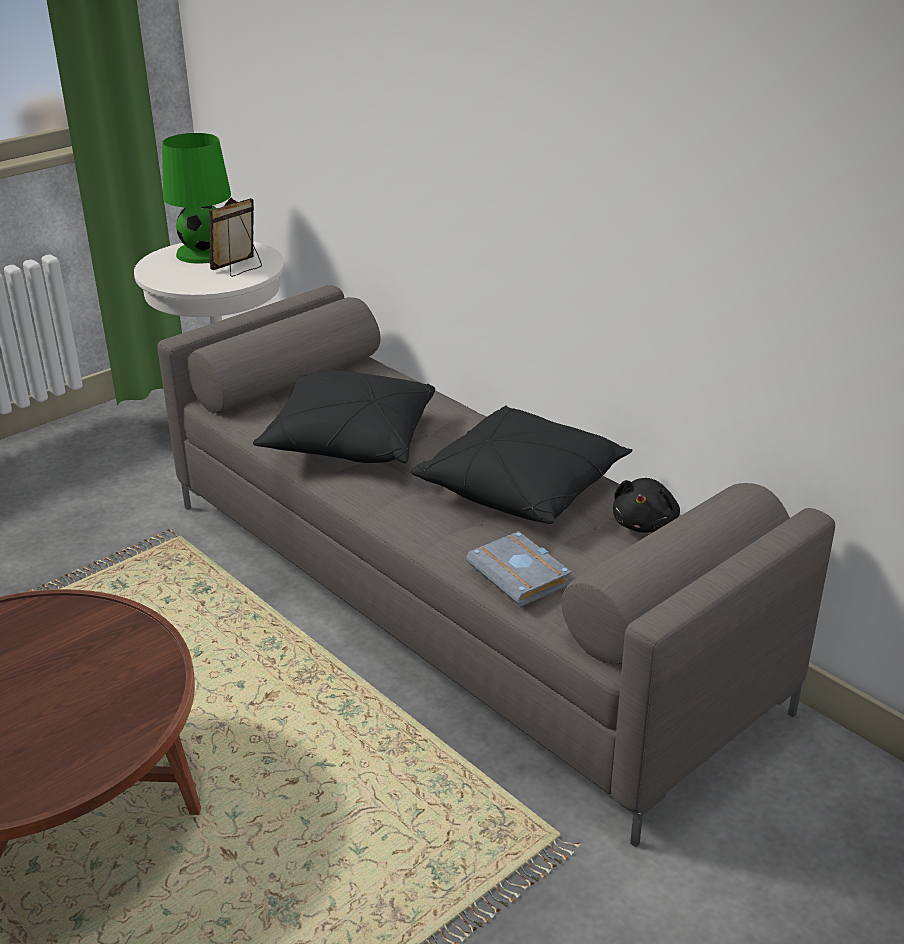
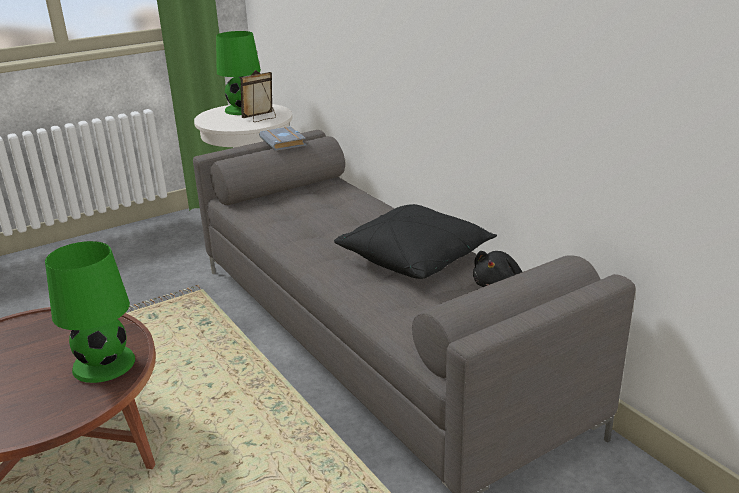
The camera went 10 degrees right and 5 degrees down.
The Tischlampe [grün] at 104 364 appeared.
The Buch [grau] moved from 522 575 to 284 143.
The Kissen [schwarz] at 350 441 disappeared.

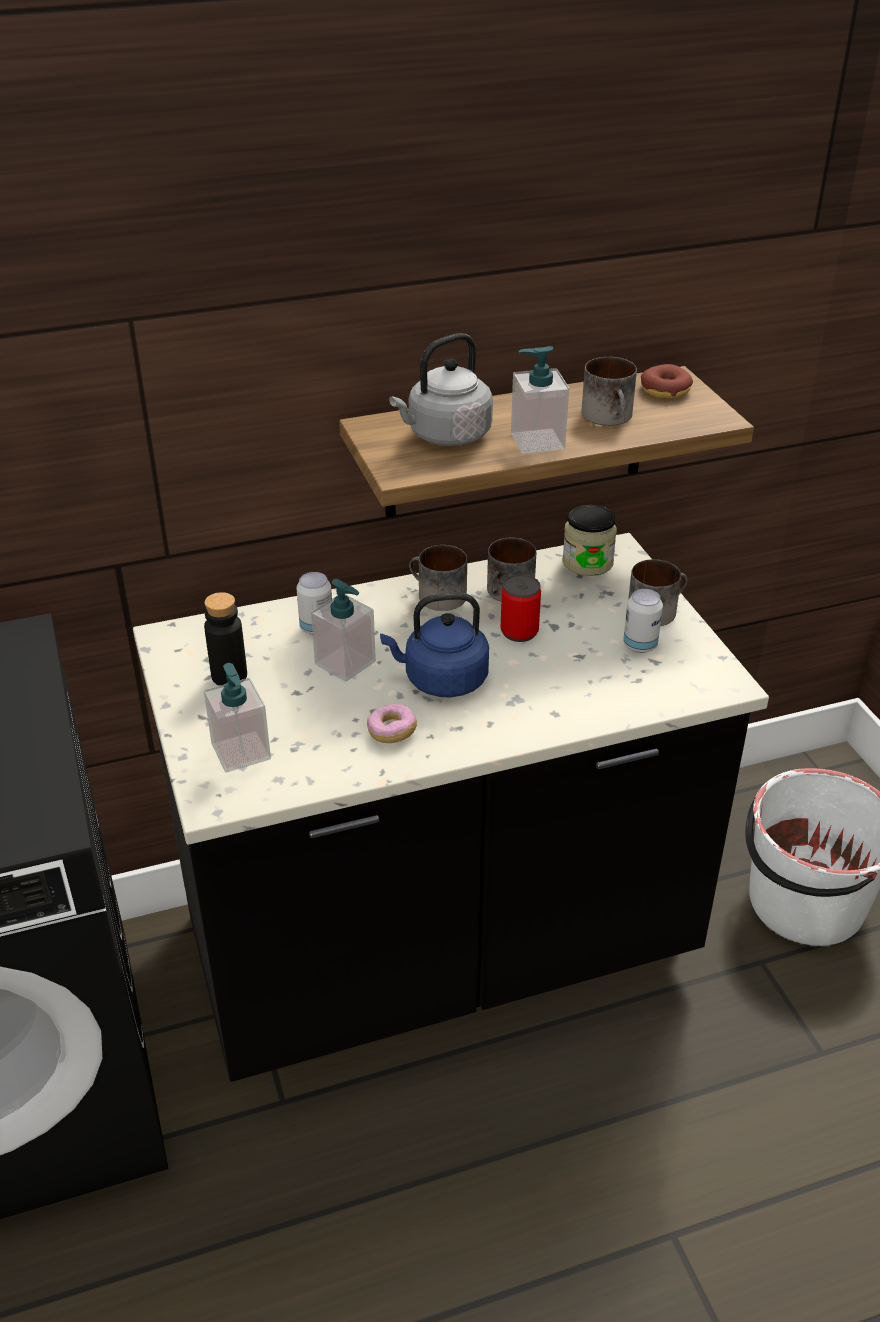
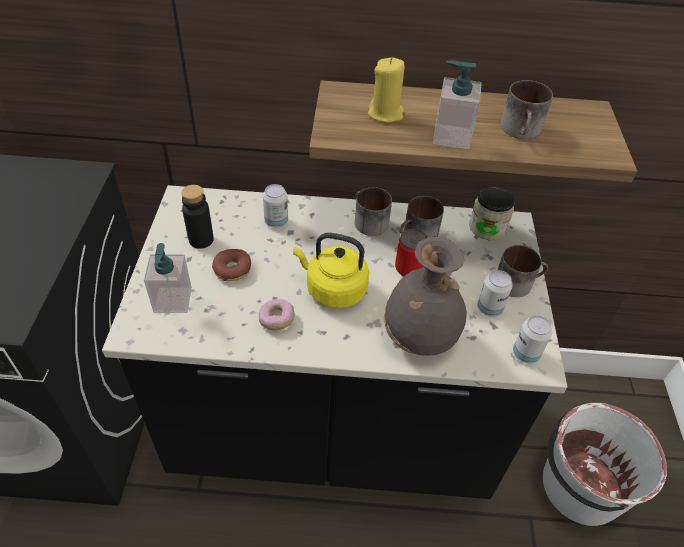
The camera went 20 degrees right and 10 degrees up.
The Donut moved from 665 390 to 232 269.
The Wasserkessel [blau] at 441 680 became the Wasserkessel [gelb] at 333 290.
The Wasserkessel [grau] at 445 436 was replaced by the Kerze [gelb] at 385 113.
The Vase [grau] at 420 338 appeared.
The Dose at 525 354 appeared.
The Seifenspender at 345 663 disappeared.

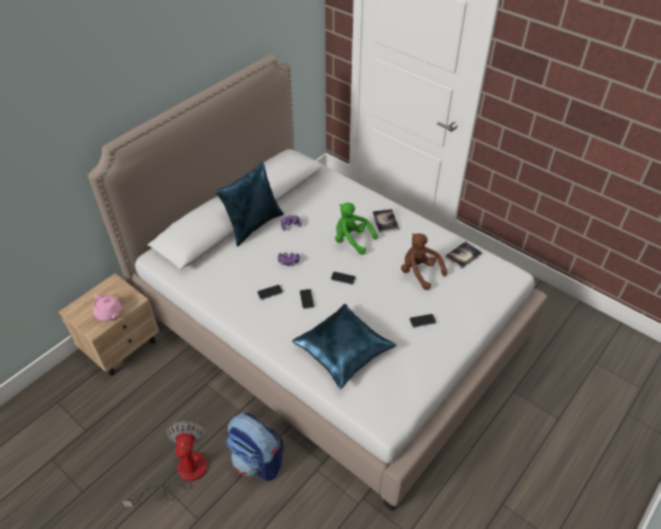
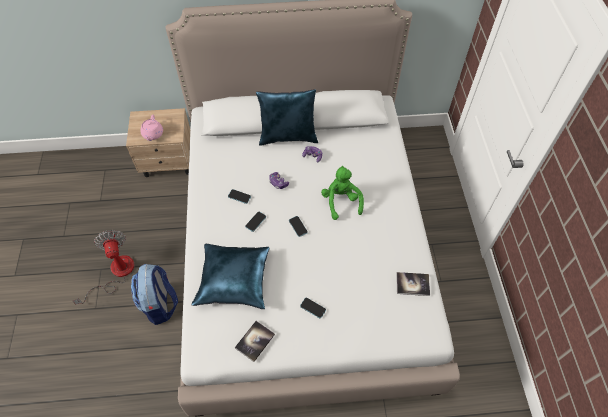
The camera went 45 degrees right and 10 degrees up.
The Ventilator at 182 474 turned 60 degrees counterclockwise.
The Buch moved from 385 221 to 255 341.
The Plüschtier [braun] at 419 272 disappeared.

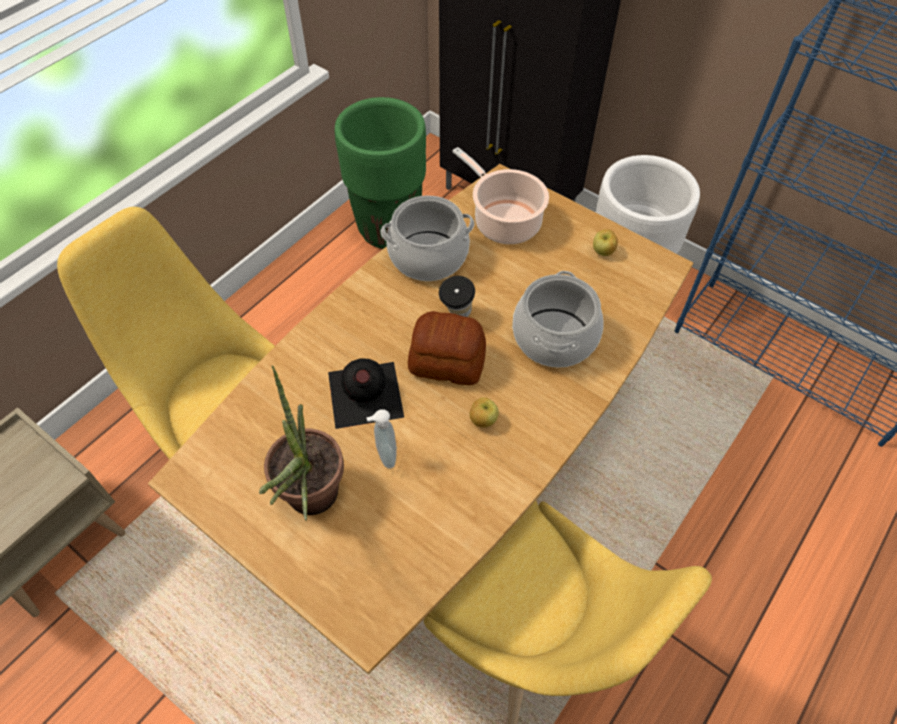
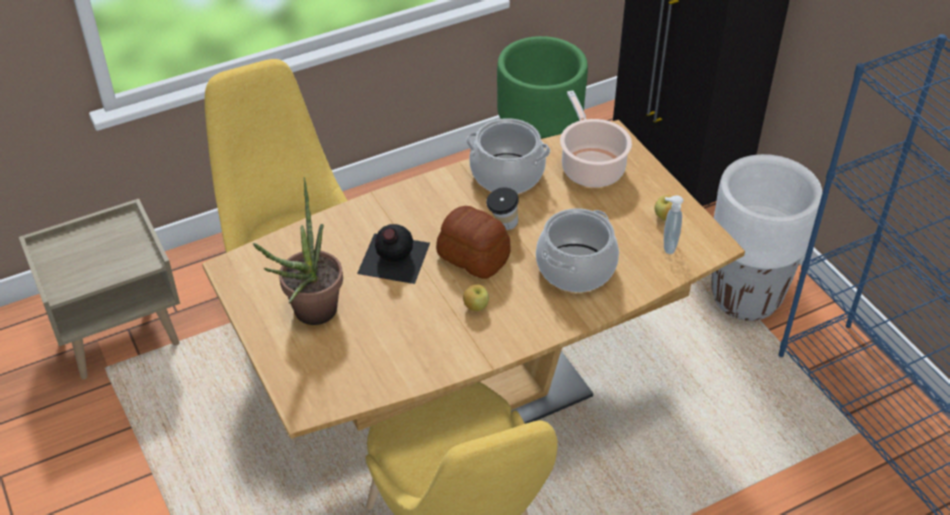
The camera went 25 degrees right and 10 degrees down.
The Seifenspender moved from 385 455 to 667 246.

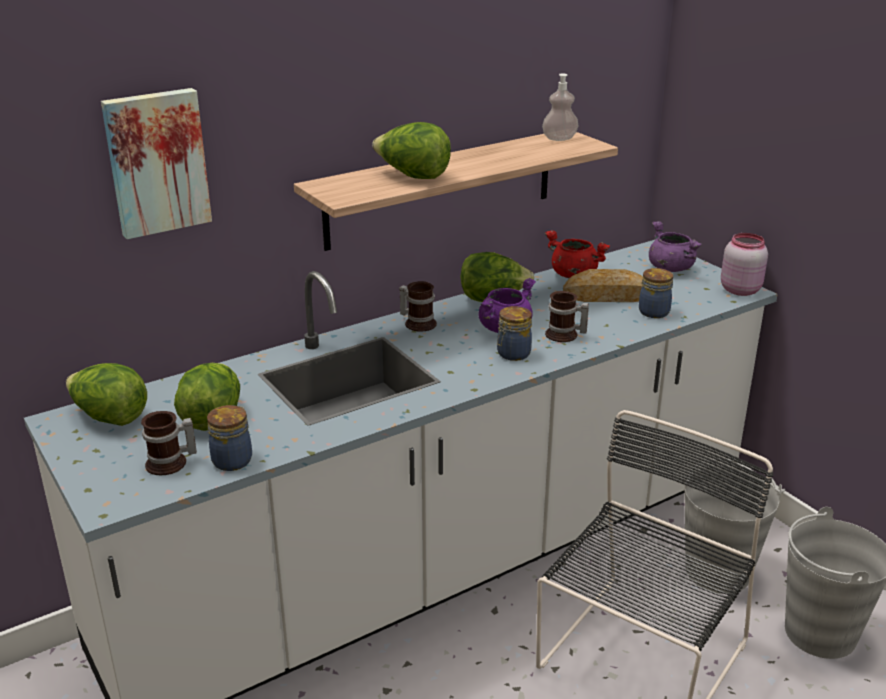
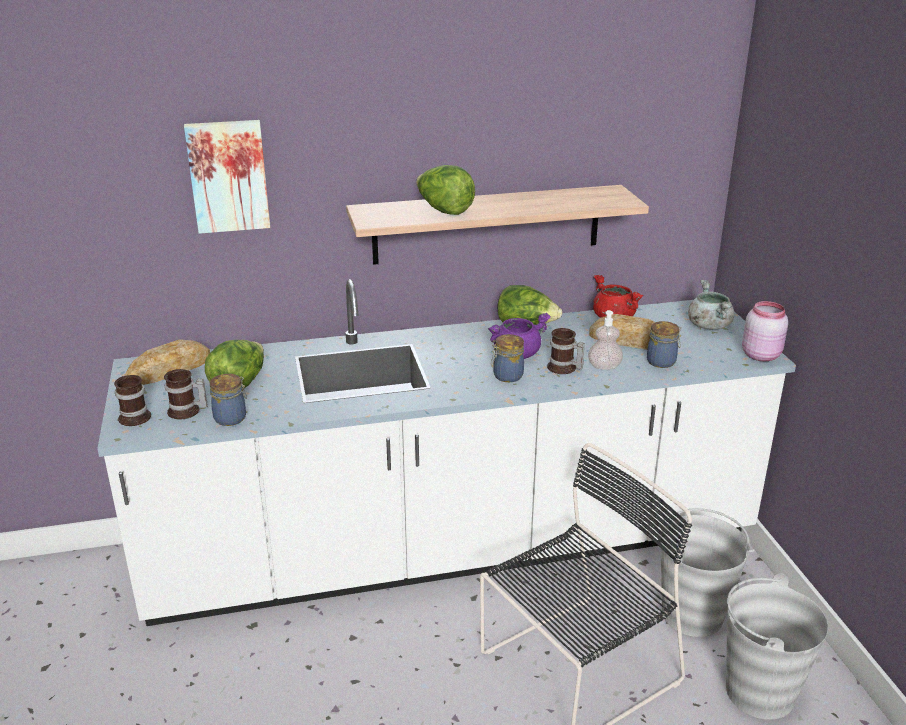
The camera went 20 degrees right and 0 degrees up.
The Henkelbecher moved from 418 323 to 135 415.
The Salatkopf at 110 417 was replaced by the Brot at 169 370.
The Seifenspender moved from 559 139 to 604 366.
The Kochtopf [lila] at 670 268 became the Kochtopf [grau] at 708 325.

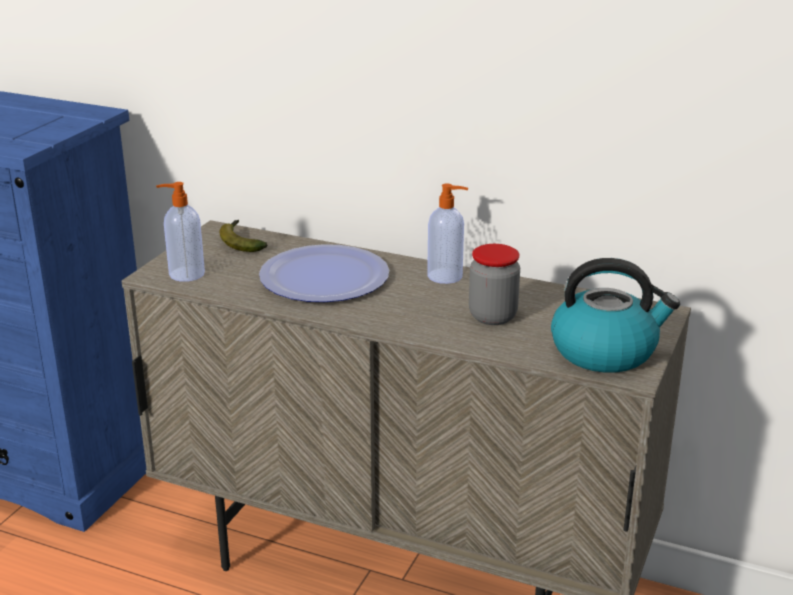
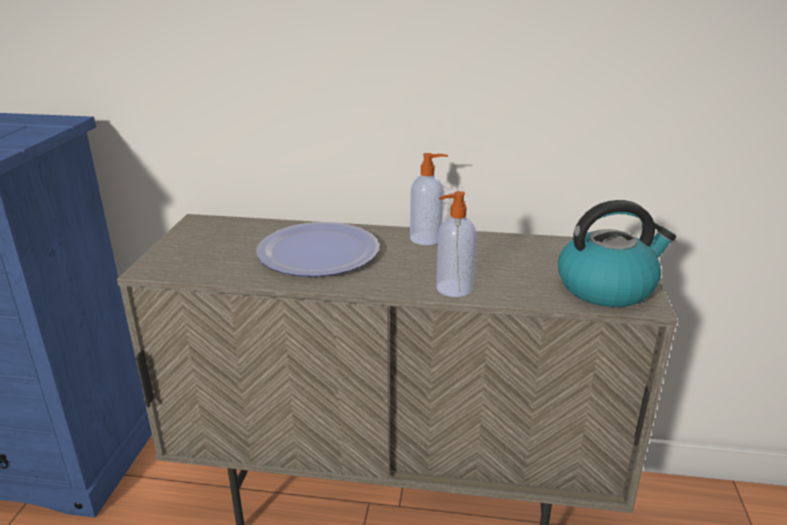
The camera went 15 degrees left and 0 degrees up.
The Seifenspender moved from 185 274 to 453 288.
The Banane at 240 242 disappeared.
The Vorratsglas at 492 316 disappeared.

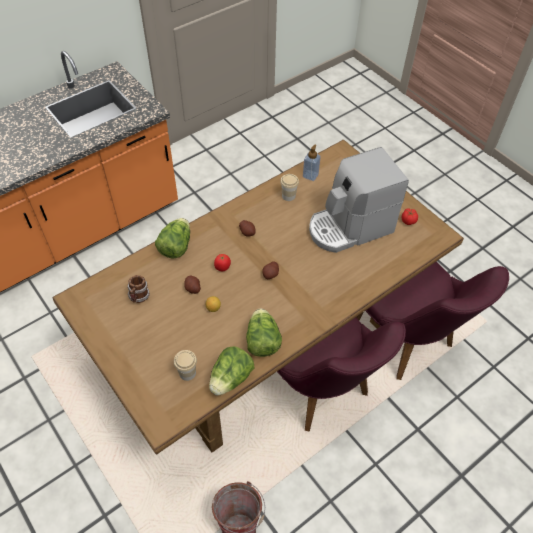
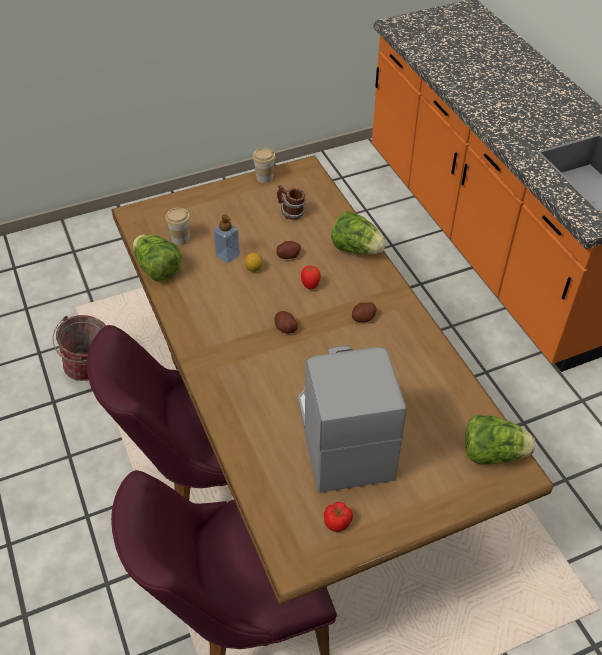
The camera went 105 degrees right and 5 degrees down.
The Seifenspender moved from 310 175 to 228 255.
The Tasse moved from 288 196 to 264 177.
The Salatkopf moved from 262 341 to 492 453.

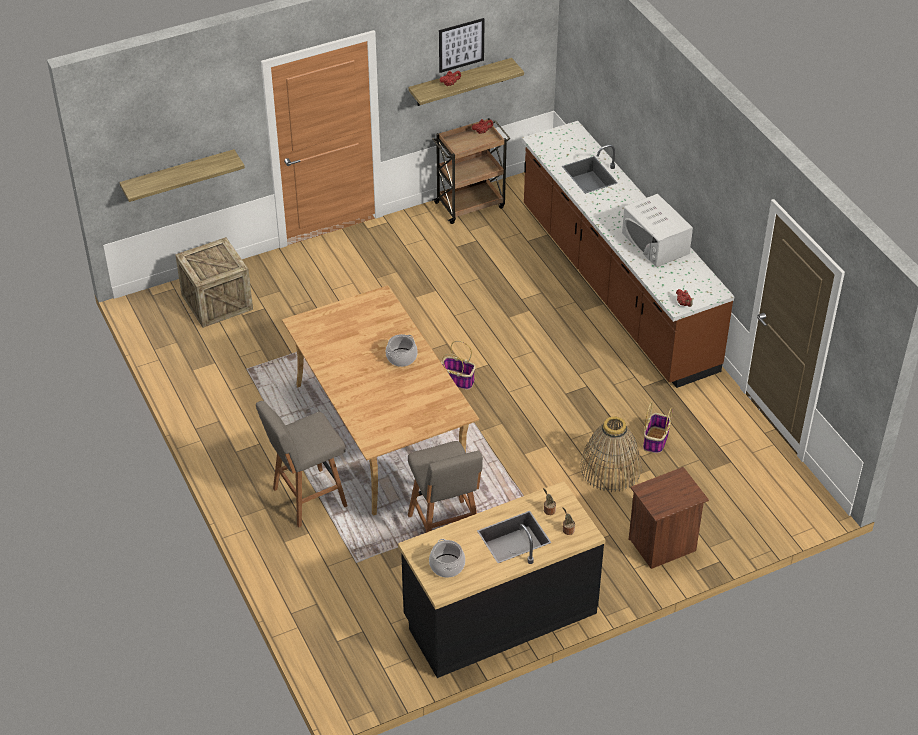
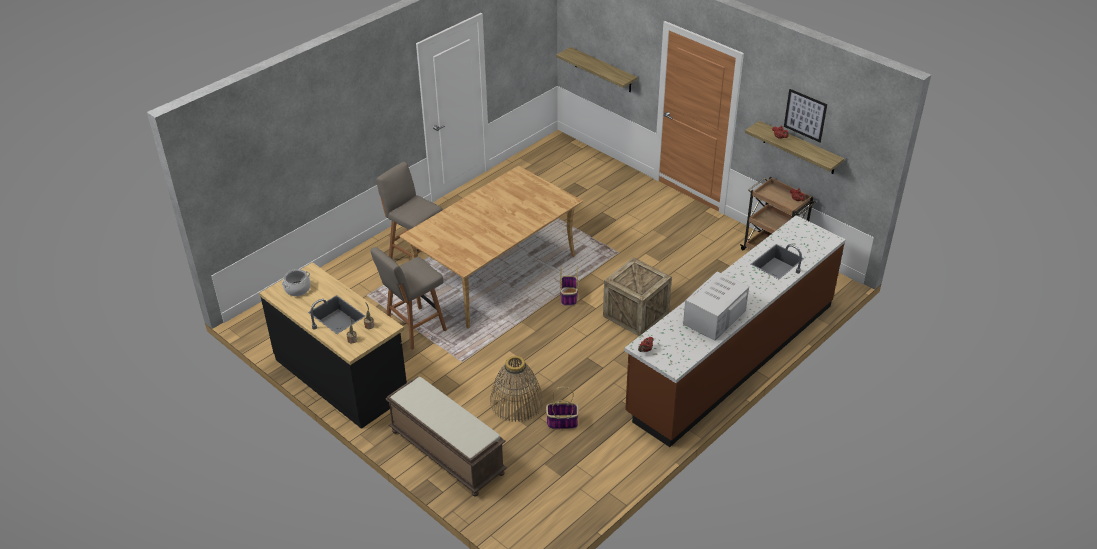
The camera went 70 degrees right and 5 degrees down.
The Nachttisch [braun] at 663 545 was replaced by the Bank [braun] at 446 452.
The Kiste moved from 217 302 to 636 314.
The Kochtopf at 401 357 disappeared.

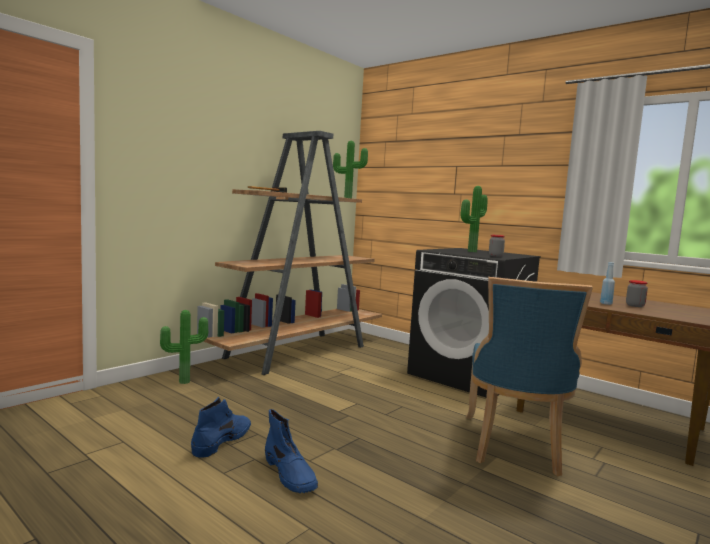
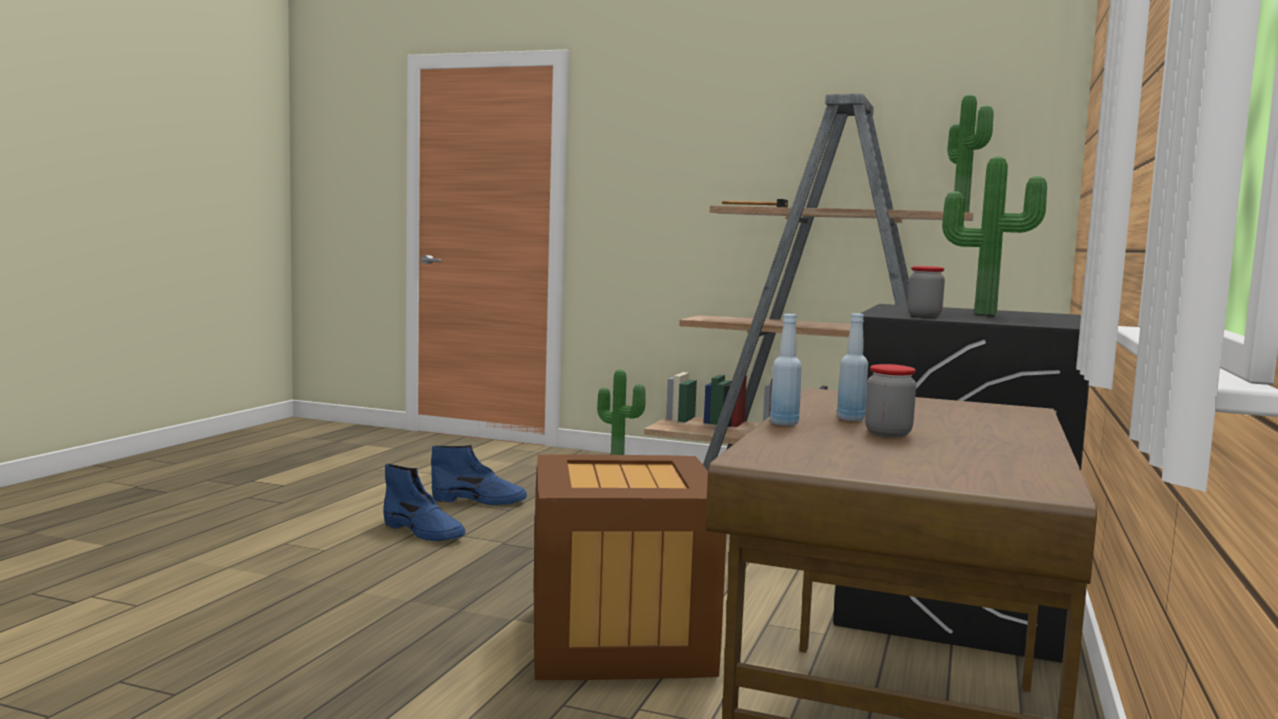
The camera went 70 degrees right and 0 degrees up.
The Stiefel [blau] at 290 474 turned 90 degrees counterclockwise.
The Stuhl [blau] at 514 446 was replaced by the Kiste at 619 641.
The Flasche [blau] at 784 423 appeared.

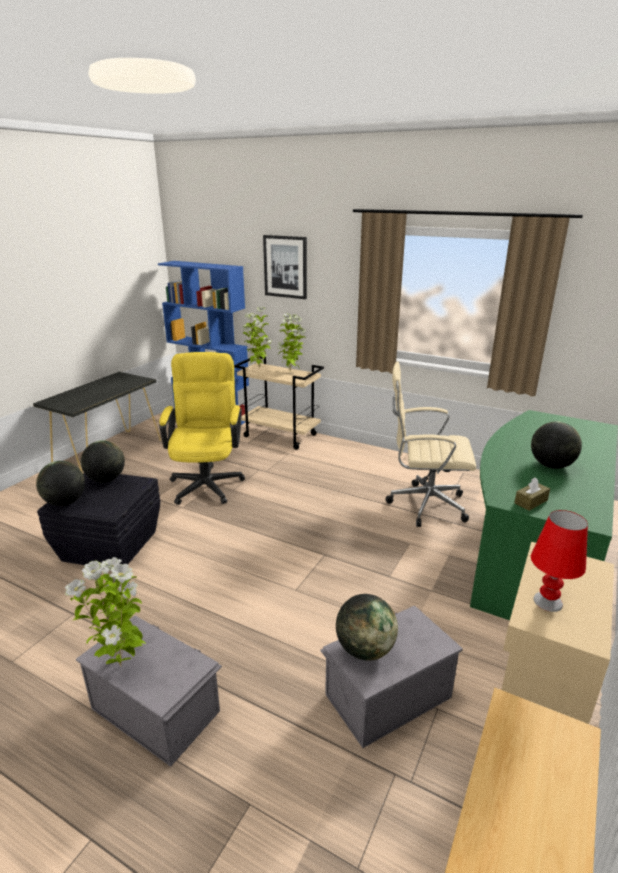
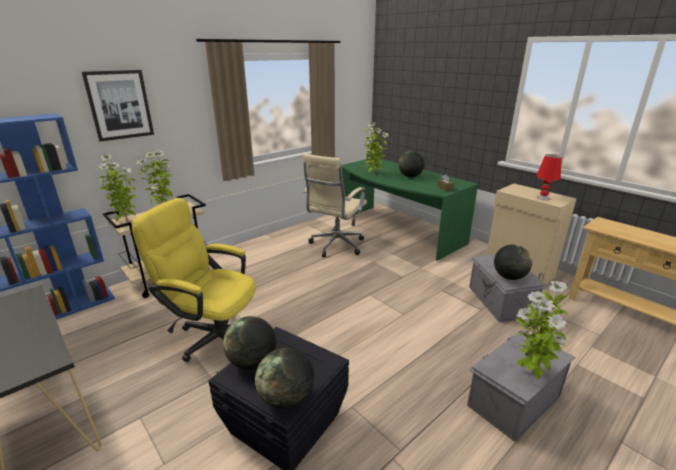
The camera went 70 degrees left and 0 degrees up.
The Topfpflanze at 373 174 appeared.

